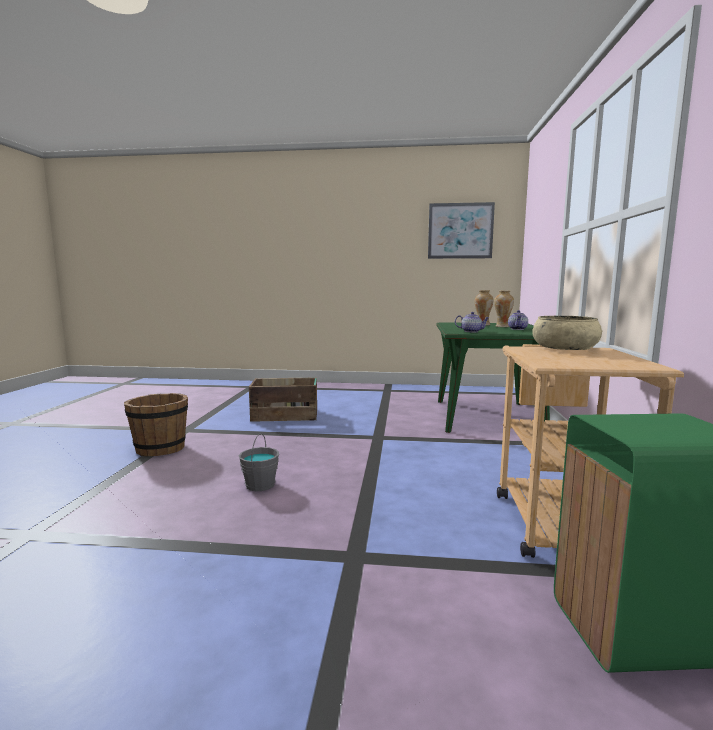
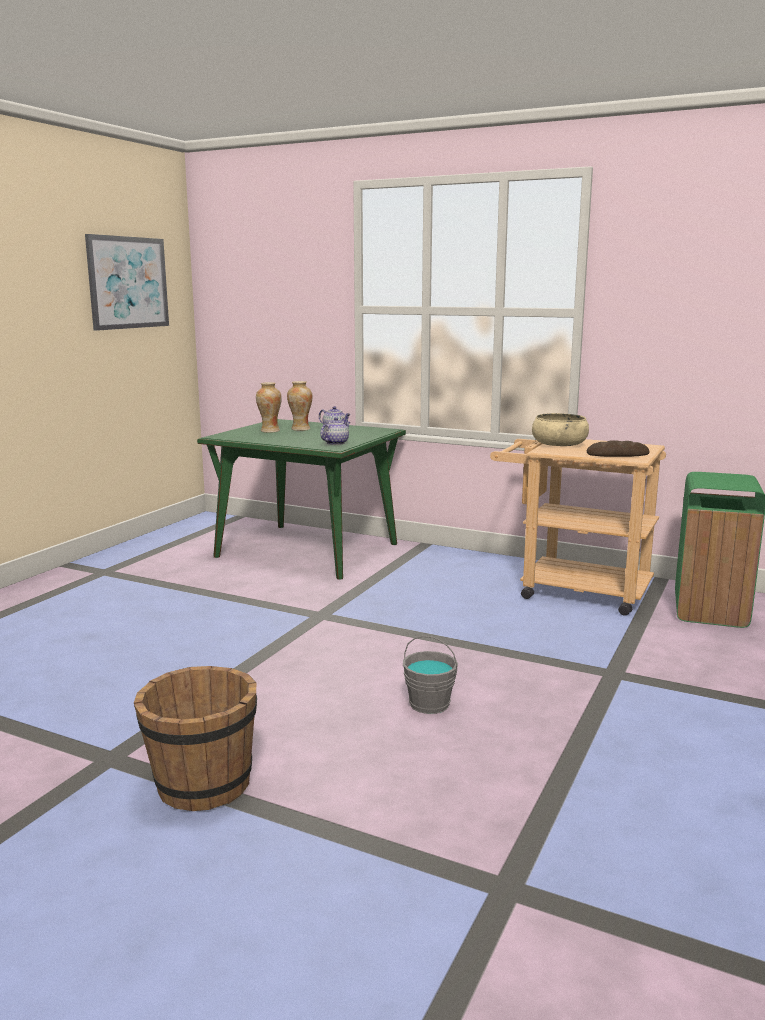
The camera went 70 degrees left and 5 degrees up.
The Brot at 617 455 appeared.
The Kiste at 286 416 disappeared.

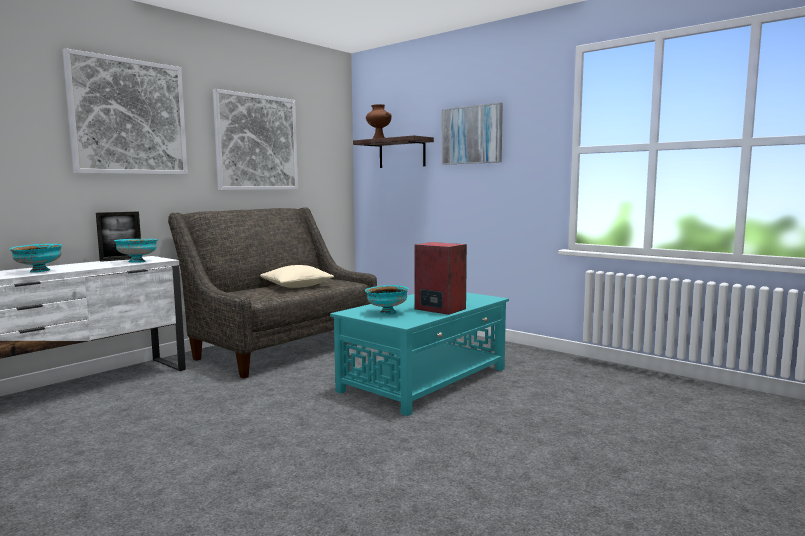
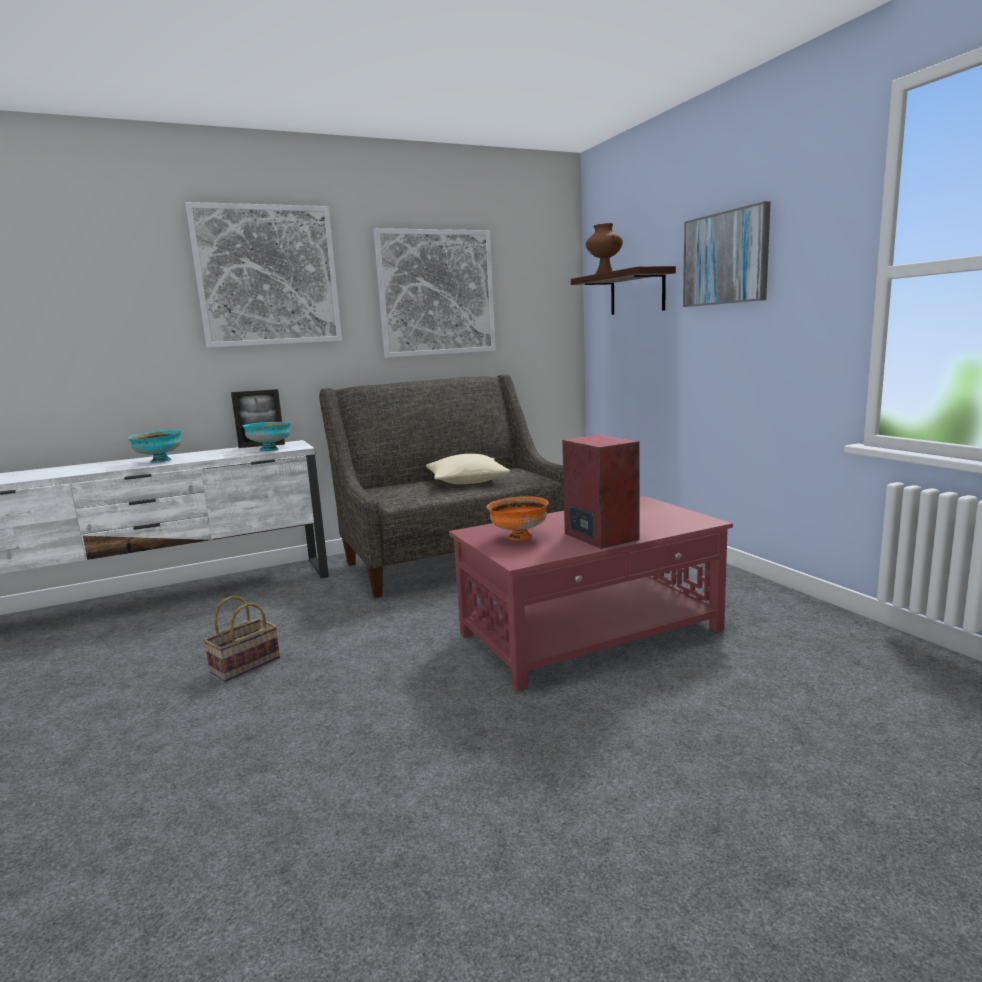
The camera went 25 degrees right and 5 degrees up.
The Korb at 244 666 appeared.
The Couchtisch [türkis] at 425 379 became the Couchtisch [rot] at 591 632.
The Schüssel [türkis] at 387 313 became the Schüssel [orange] at 518 537.

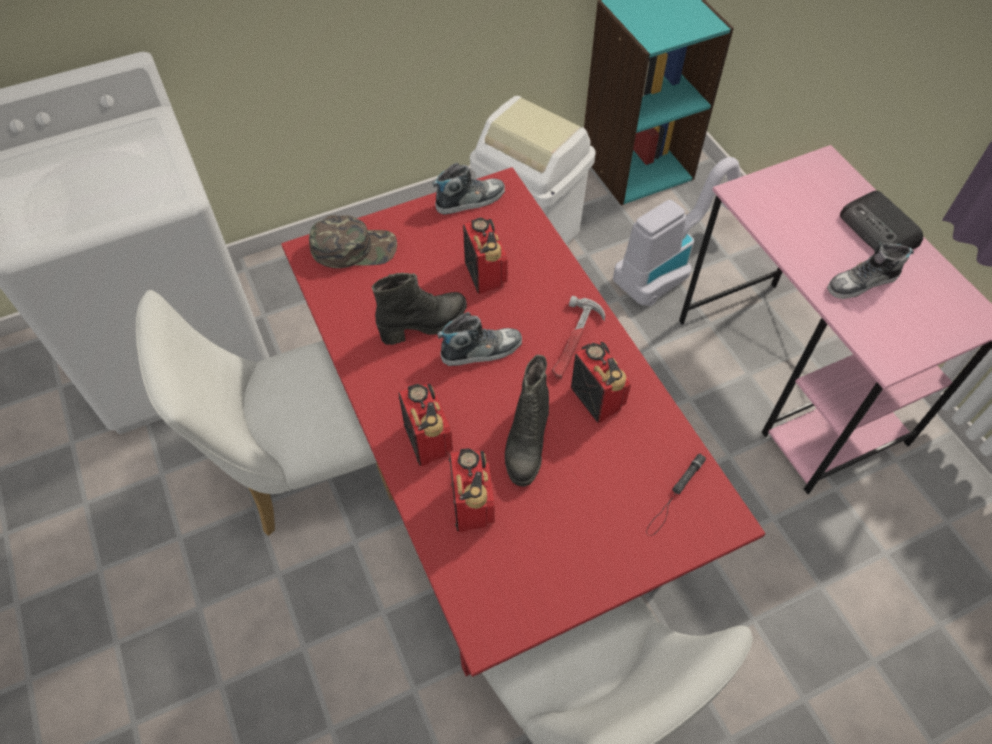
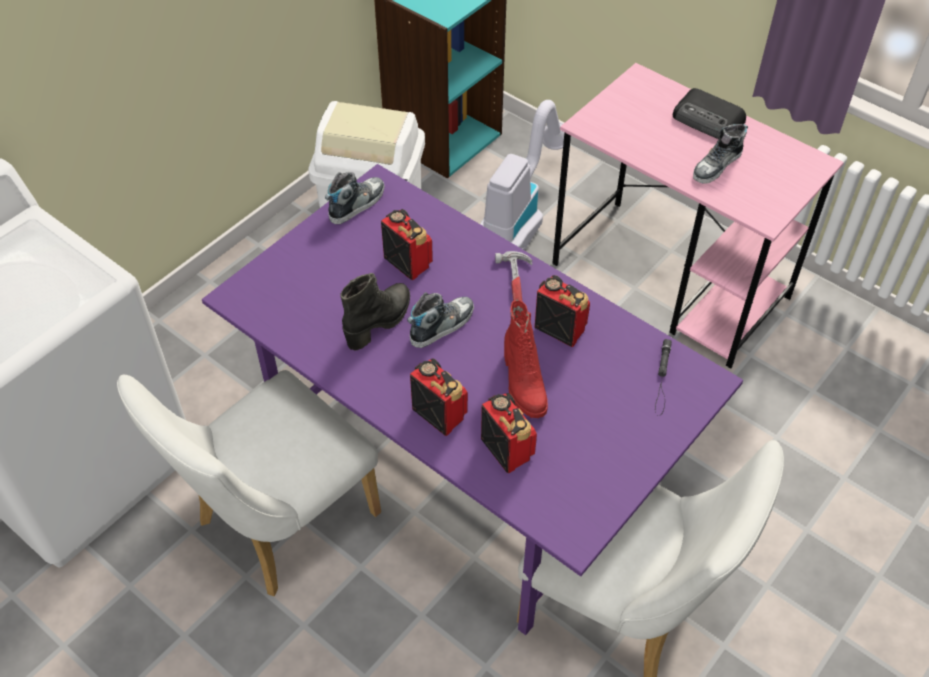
The camera went 25 degrees left and 5 degrees down.
The Esstisch [rot] at 492 482 became the Esstisch [lila] at 461 464.
The Stiefel [schwarz] at 526 443 became the Stiefel [rot] at 522 384.
The Kappe [grün] at 354 248 disappeared.

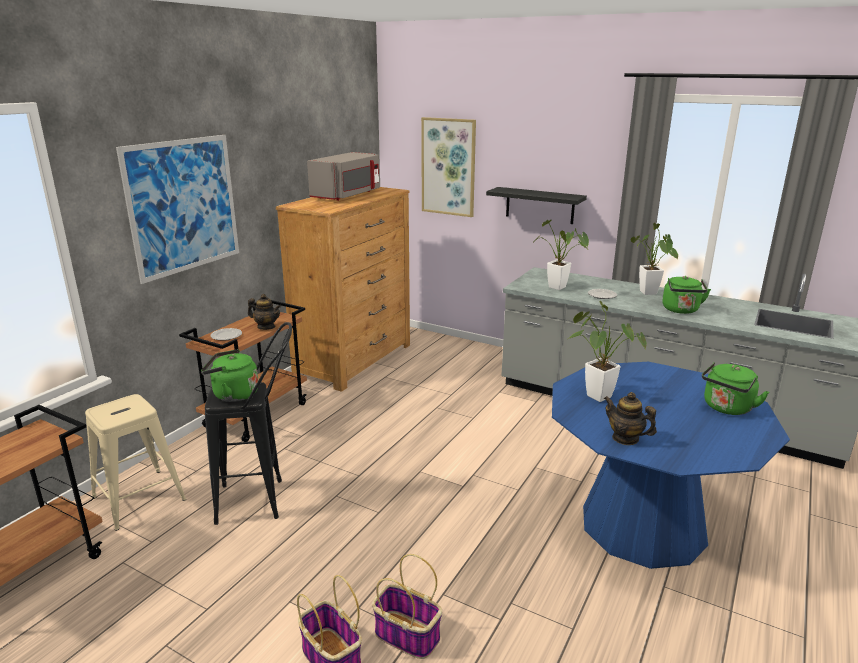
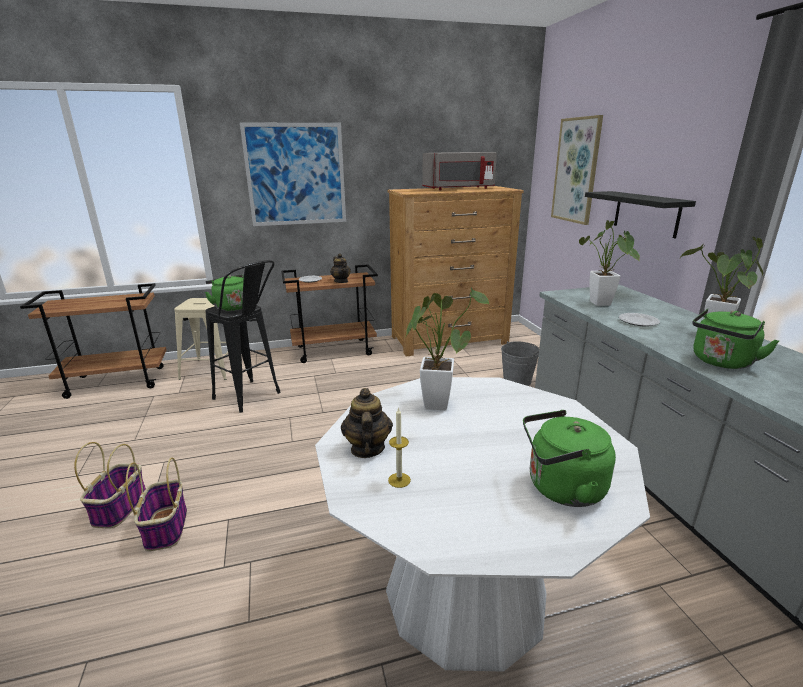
The camera went 45 degrees right and 0 degrees up.
The Esstisch [blau] at 642 525 became the Esstisch [weiß] at 465 592.
The Kerze at 399 480 appeared.
The Eimer [grau] at 517 381 appeared.

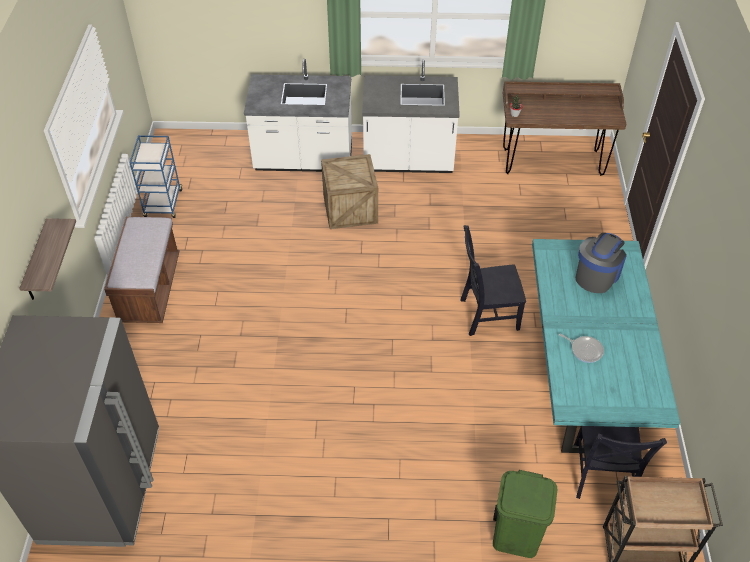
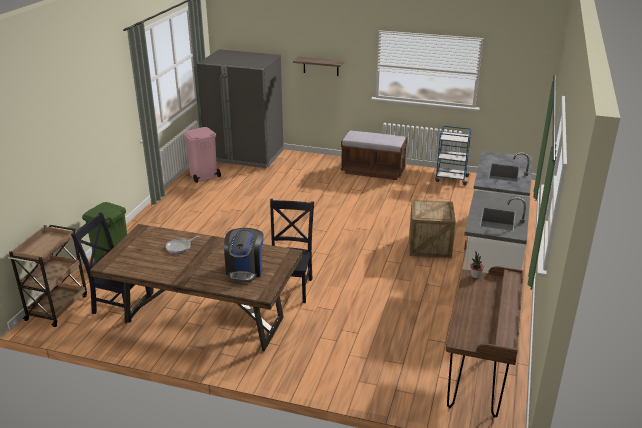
The camera went 105 degrees right and 20 degrees down.
The Esstisch [türkis] at 583 375 became the Esstisch [braun] at 205 320.
The Mülleimer [rosa] at 203 176 appeared.
The Kaffeemaschine at 596 275 turned 45 degrees clockwise.

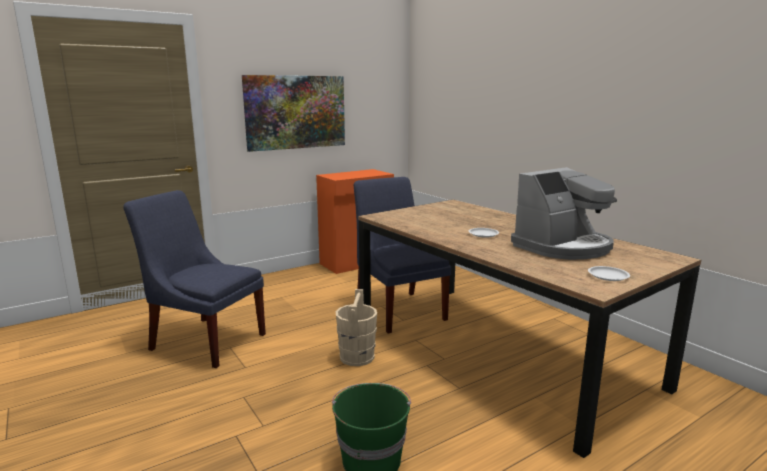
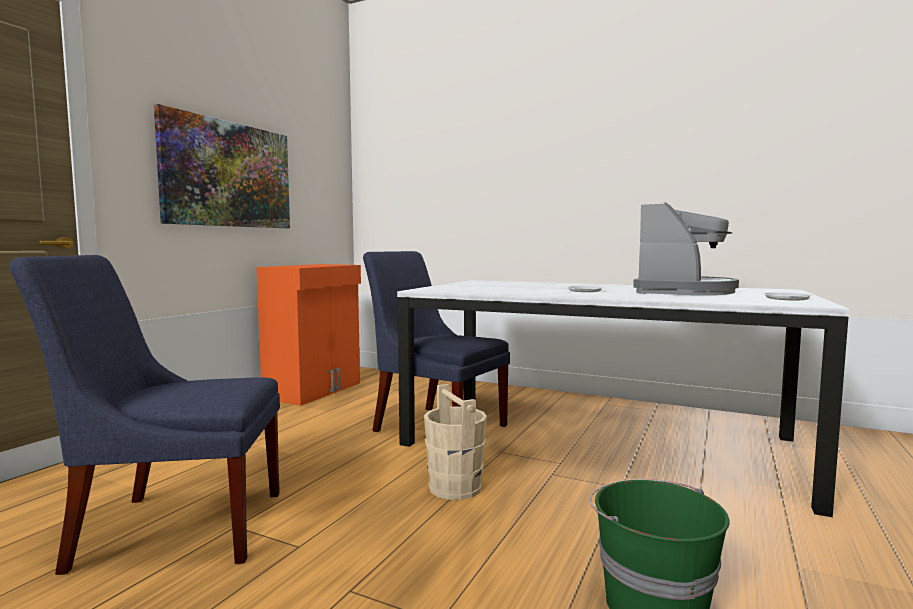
The camera went 30 degrees left and 10 degrees down.
The Esstisch [braun] at 498 350 became the Esstisch [weiß] at 600 441.

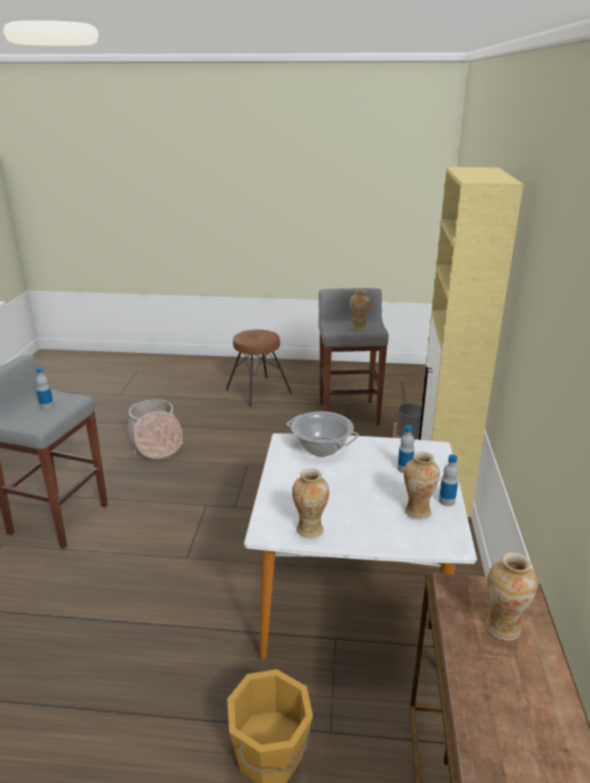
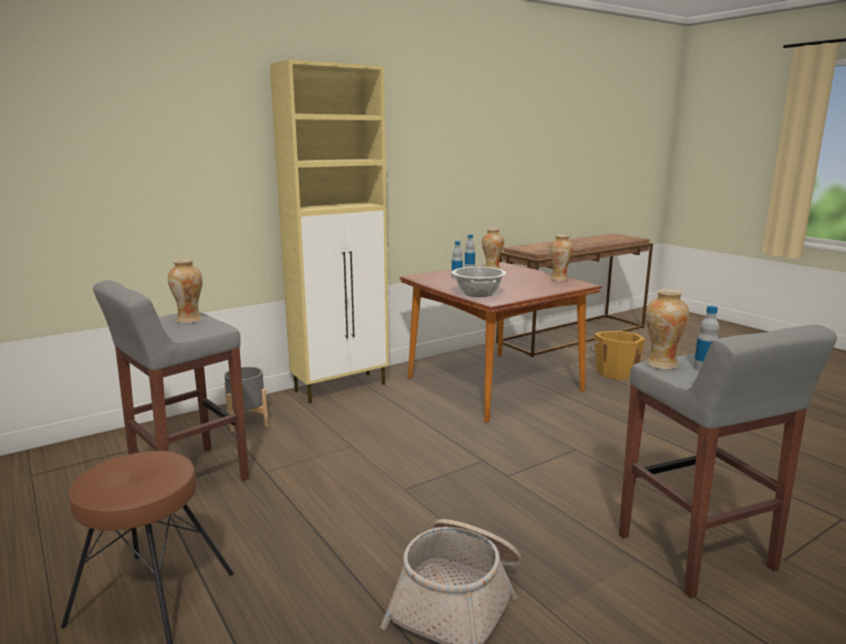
The camera went 130 degrees left and 10 degrees down.
The Esstisch [weiß] at 354 600 became the Esstisch [braun] at 493 384.
The Vase moved from 502 627 to 661 364.

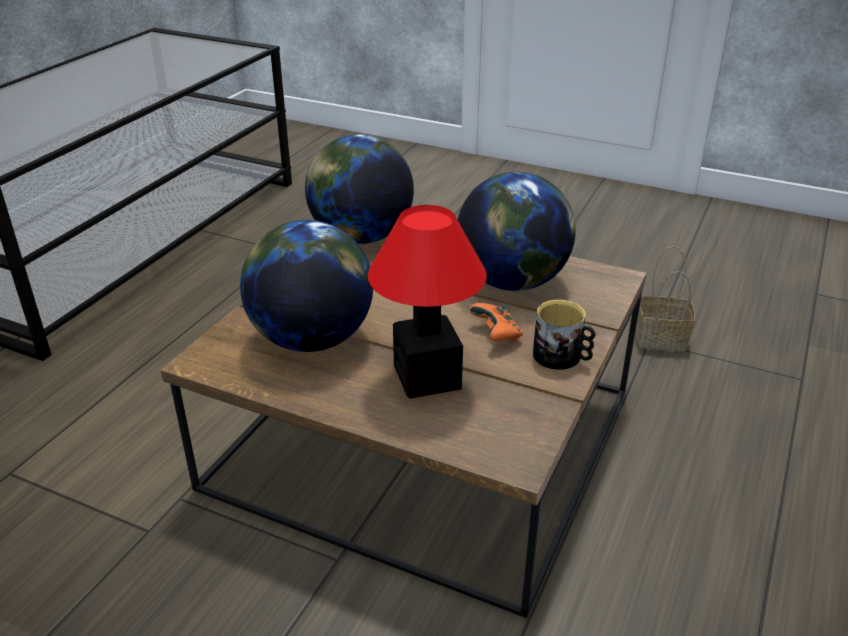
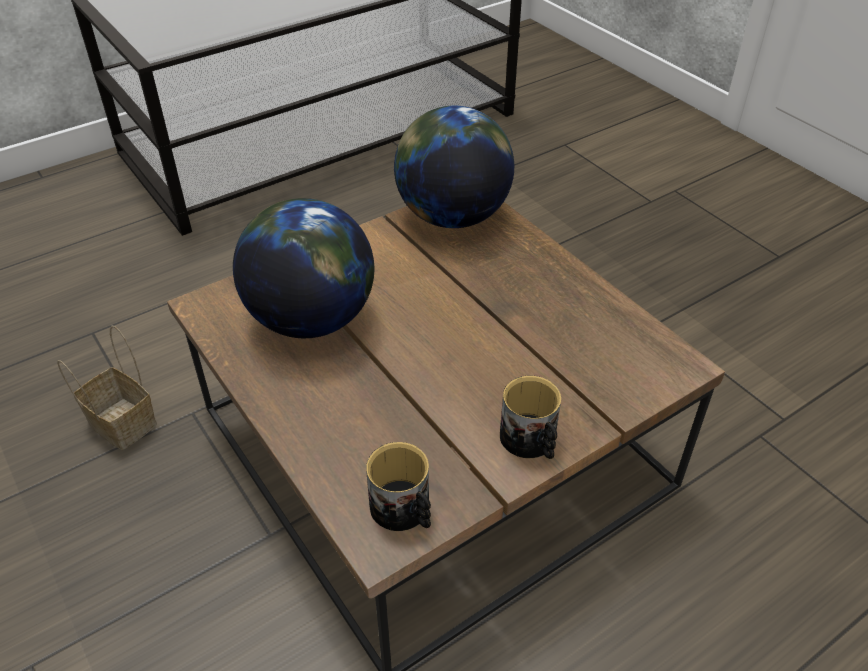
The camera went 30 degrees right and 10 degrees up.
The Korb moved from 659 339 to 120 423.
The Henkelbecher at 404 510 appeared.
The Tischlampe at 427 376 disappeared.
The Globus at 512 281 disappeared.
The Gamepad [orange] at 497 335 disappeared.

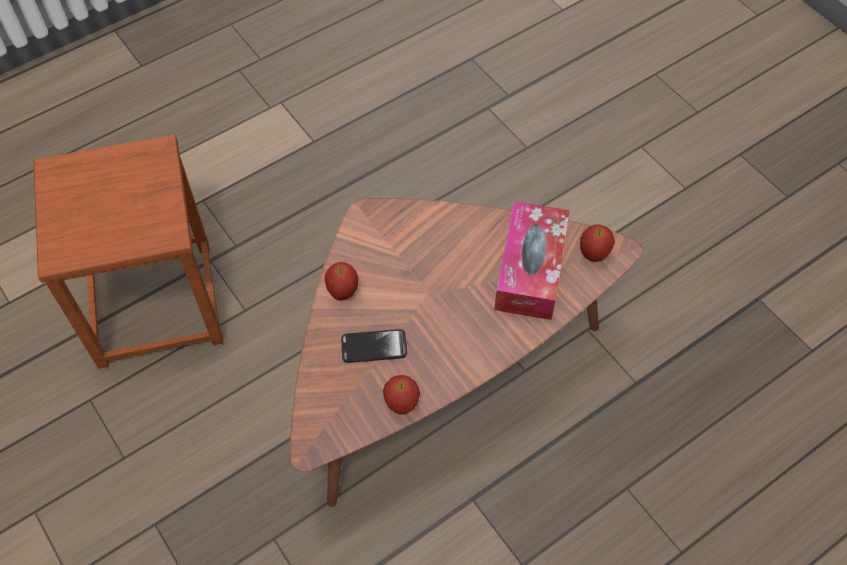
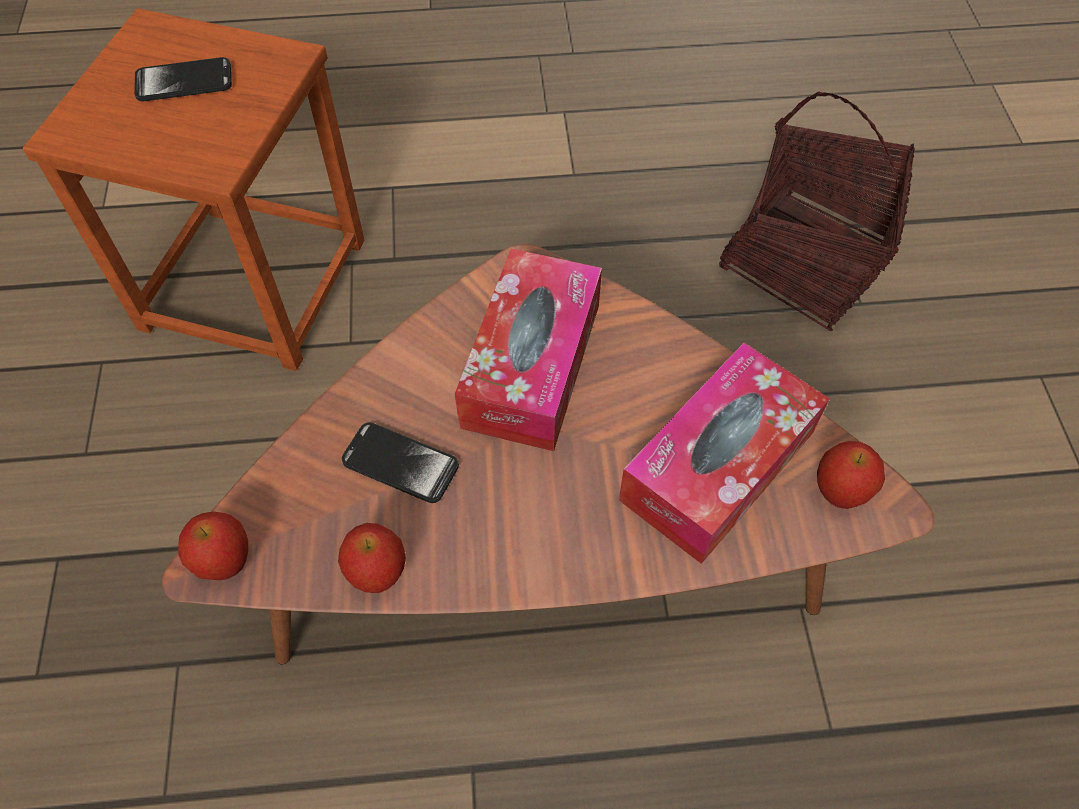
The camera went 30 degrees right and 0 degrees up.
The Handy at 184 82 appeared.
The Apfel moved from 343 292 to 226 563.
The Taschentuchbox at 531 364 appeared.
The Korb at 806 260 appeared.

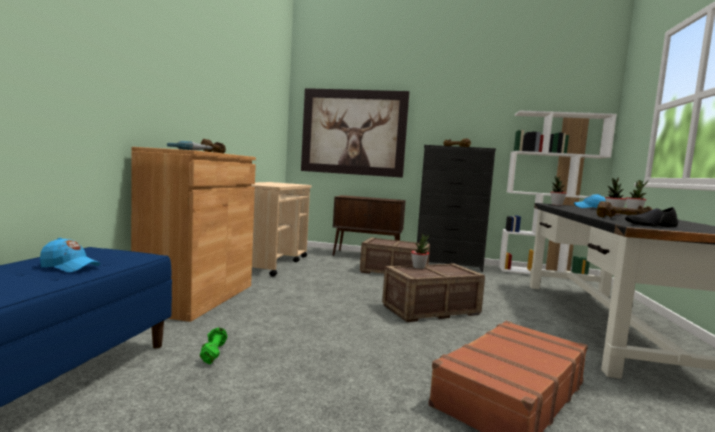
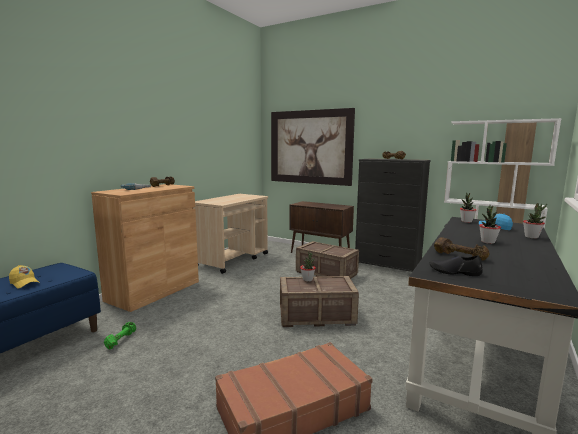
The camera went 20 degrees right and 5 degrees up.
The Kappe [blau] at 69 267 became the Kappe [gelb] at 24 283.

